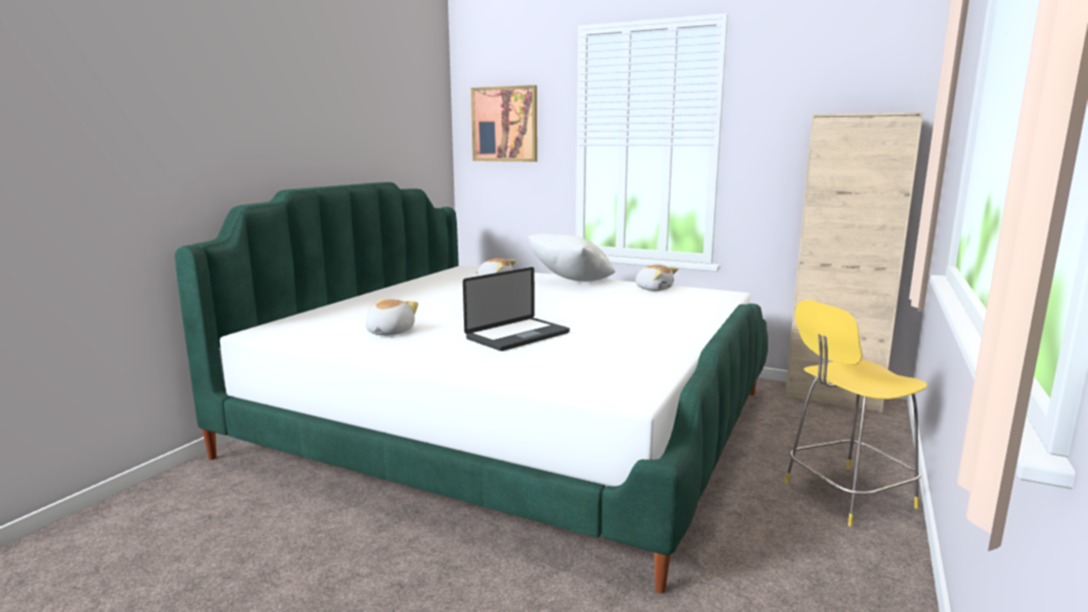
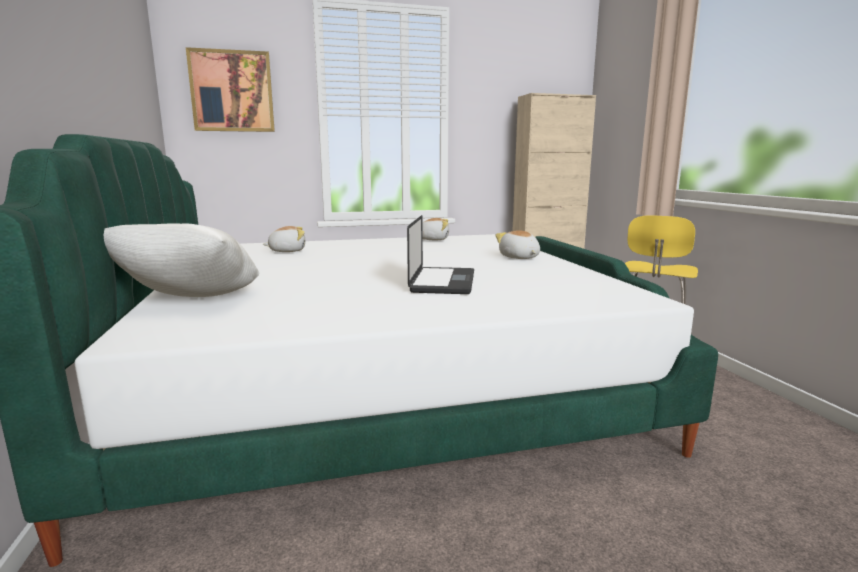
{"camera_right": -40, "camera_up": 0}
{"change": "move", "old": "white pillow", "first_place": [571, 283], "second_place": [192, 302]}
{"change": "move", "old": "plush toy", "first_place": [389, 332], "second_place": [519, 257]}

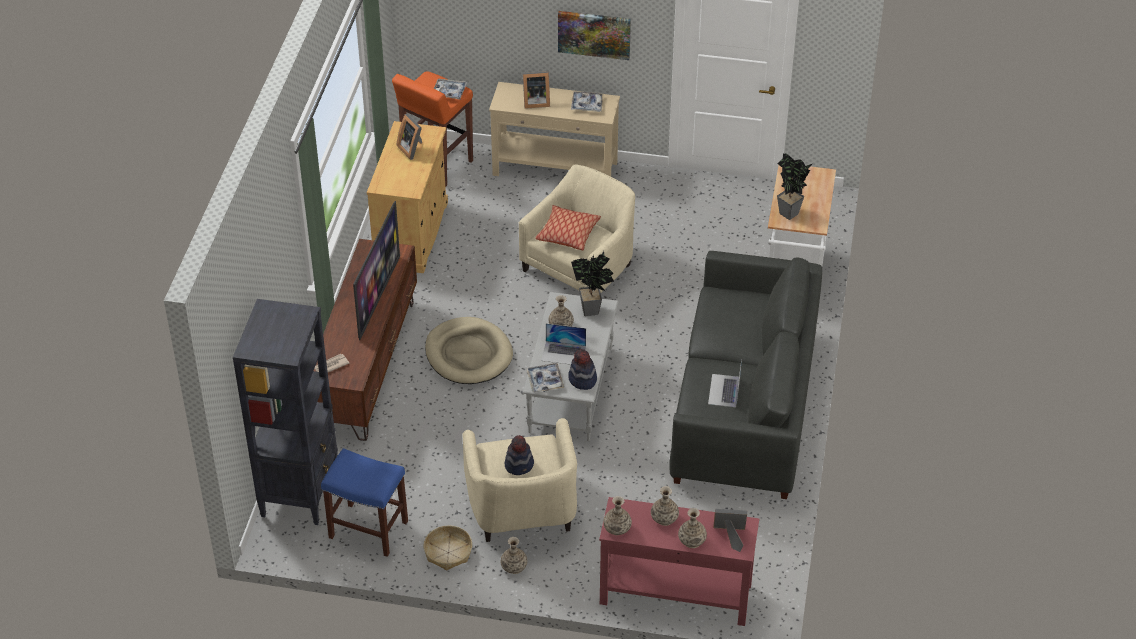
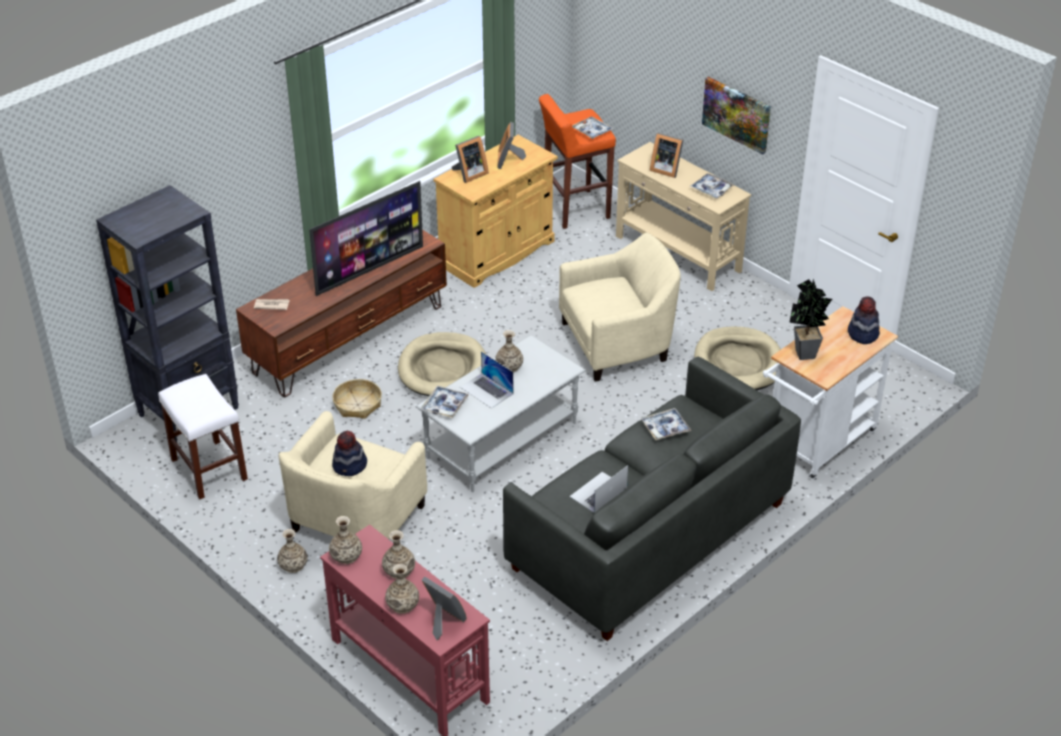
{"camera_right": 35, "camera_up": -5}
{"change": "delete", "old": "pillow", "first_place": [568, 234]}
{"change": "delete", "old": "potted plant", "first_place": [593, 311]}
{"change": "move", "old": "hat", "first_place": [582, 379], "second_place": [862, 334]}
{"change": "recolor", "old": "blue stool", "new": "white stool", "first_place": [367, 529], "second_place": [208, 469]}
{"change": "move", "old": "basket", "first_place": [448, 552], "second_place": [357, 404]}
{"change": "insert", "new": "picture frame", "second_place": [469, 174]}
{"change": "insert", "new": "beige dog bed", "second_place": [738, 363]}
{"change": "insert", "new": "tray", "second_place": [665, 428]}

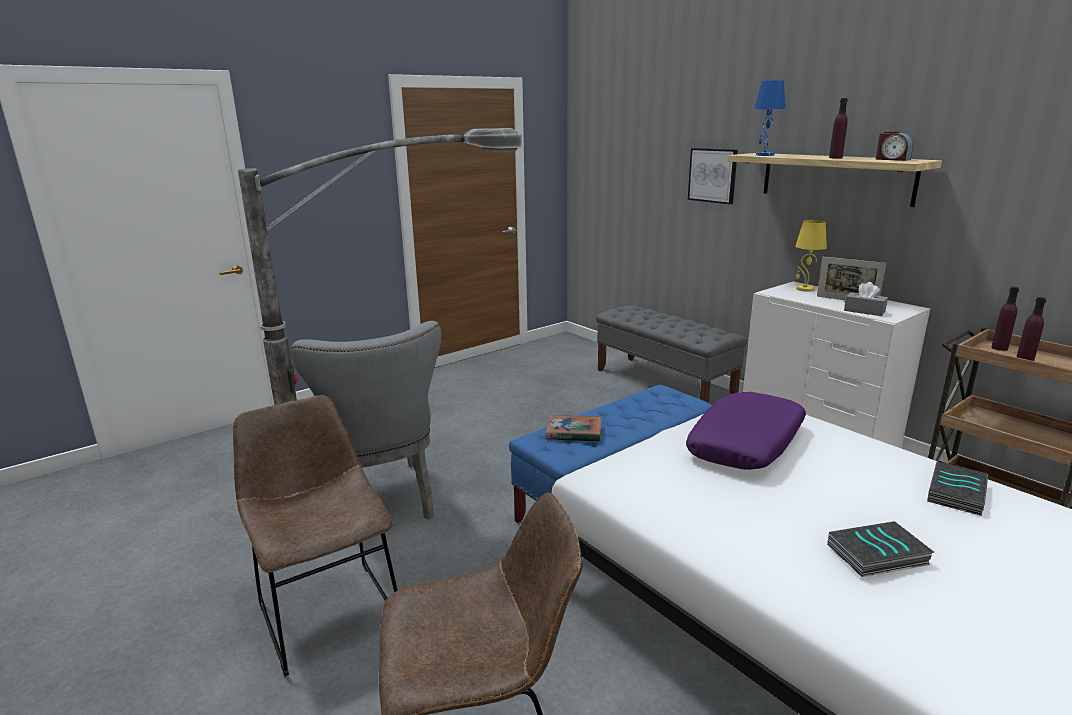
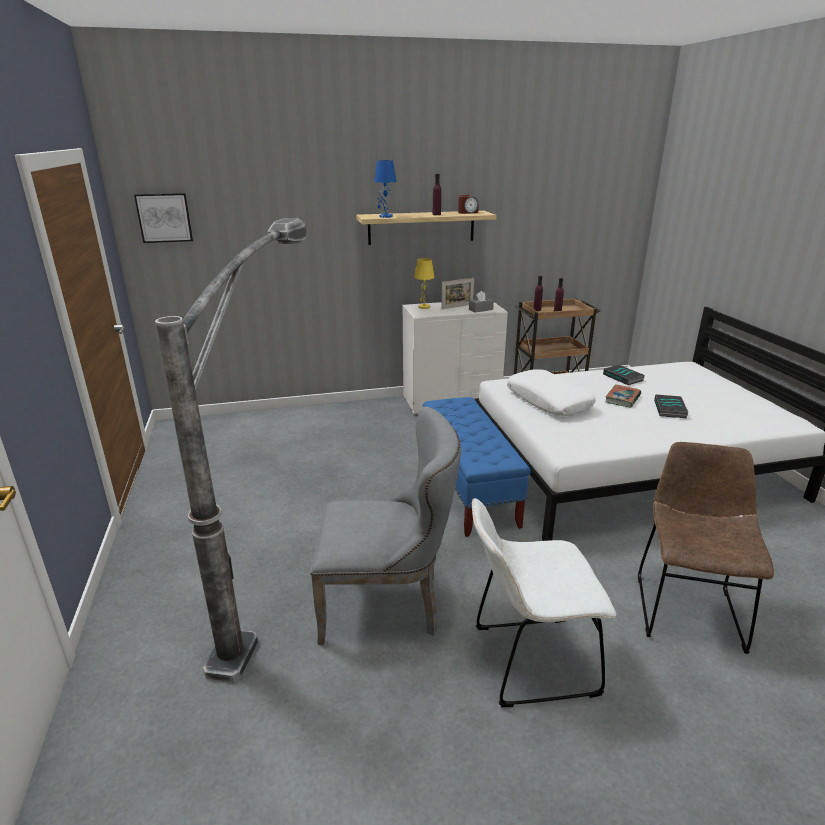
{"camera_right": -65, "camera_up": 5}
{"change": "move", "old": "picture", "first_place": [713, 175], "second_place": [164, 218]}
{"change": "delete", "old": "grey bench", "first_place": [664, 383]}
{"change": "recolor", "old": "purple pillow", "new": "white pillow", "first_place": [747, 444], "second_place": [549, 401]}
{"change": "recolor", "old": "brown chair", "new": "white chair", "first_place": [327, 609], "second_place": [527, 661]}
{"change": "move", "old": "book", "first_place": [574, 432], "second_place": [622, 398]}

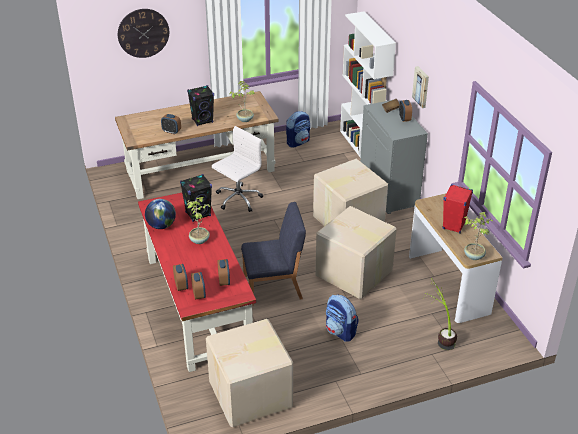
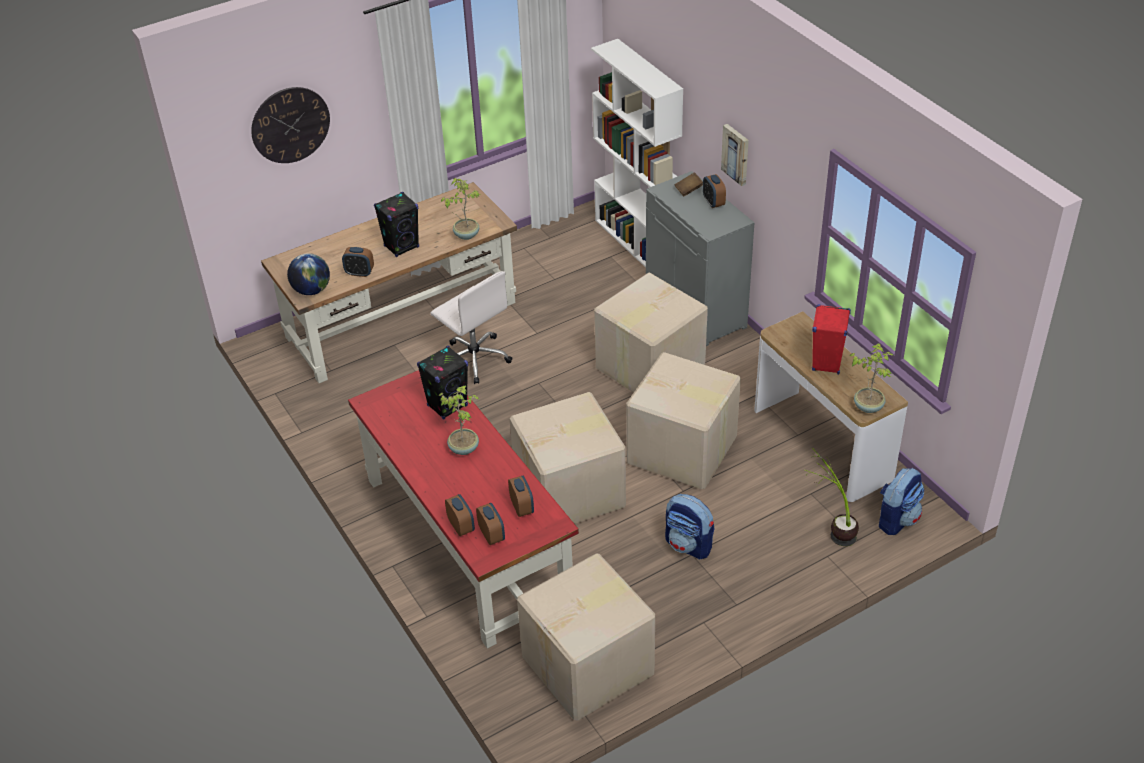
{"camera_right": -10, "camera_up": 5}
{"change": "move", "old": "backpack", "first_place": [298, 142], "second_place": [896, 519]}
{"change": "rotate", "old": "white office chair", "first_place": [238, 199], "second_place": [474, 358], "degrees": 105}
{"change": "move", "old": "globe", "first_place": [161, 226], "second_place": [311, 290]}
{"change": "replace", "old": "blue chair", "new": "cardboard box", "first_place": [273, 287], "second_place": [571, 492]}

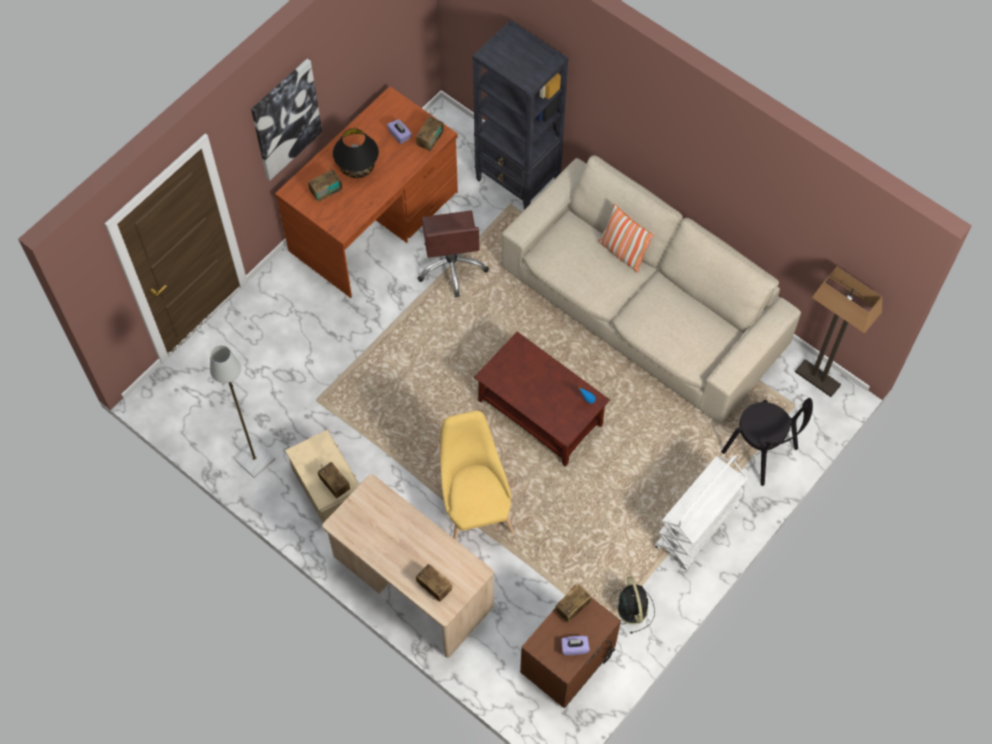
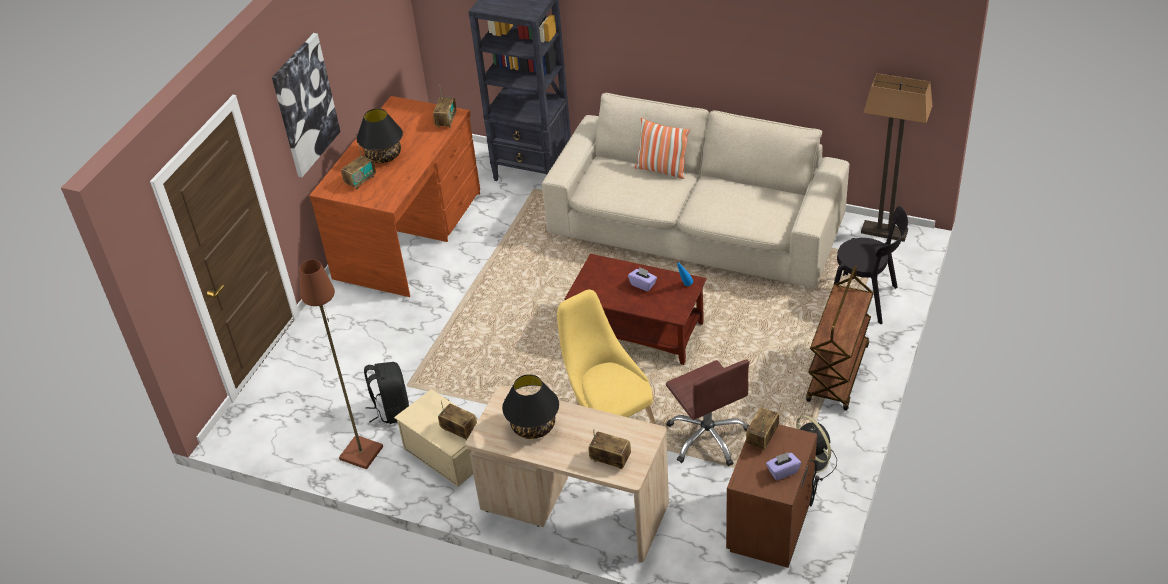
{"camera_right": -15, "camera_up": -20}
{"change": "move", "old": "purple tissue box", "first_place": [400, 135], "second_place": [643, 284]}
{"change": "move", "old": "brown office chair", "first_place": [452, 266], "second_place": [708, 437]}
{"change": "recolor", "old": "grey floor lamp", "new": "brown floor lamp", "first_place": [255, 459], "second_place": [362, 453]}
{"change": "recolor", "old": "white cart", "new": "brown cart", "first_place": [697, 527], "second_place": [838, 374]}
{"change": "insert", "new": "black backpack", "second_place": [391, 410]}
{"change": "insert", "new": "black table lamp", "second_place": [534, 426]}

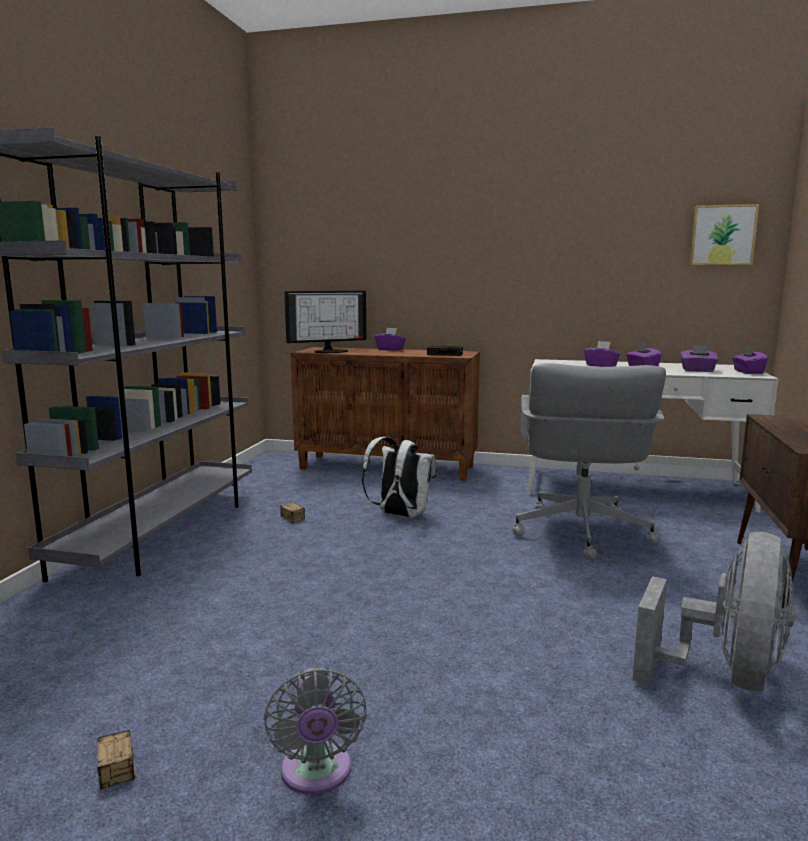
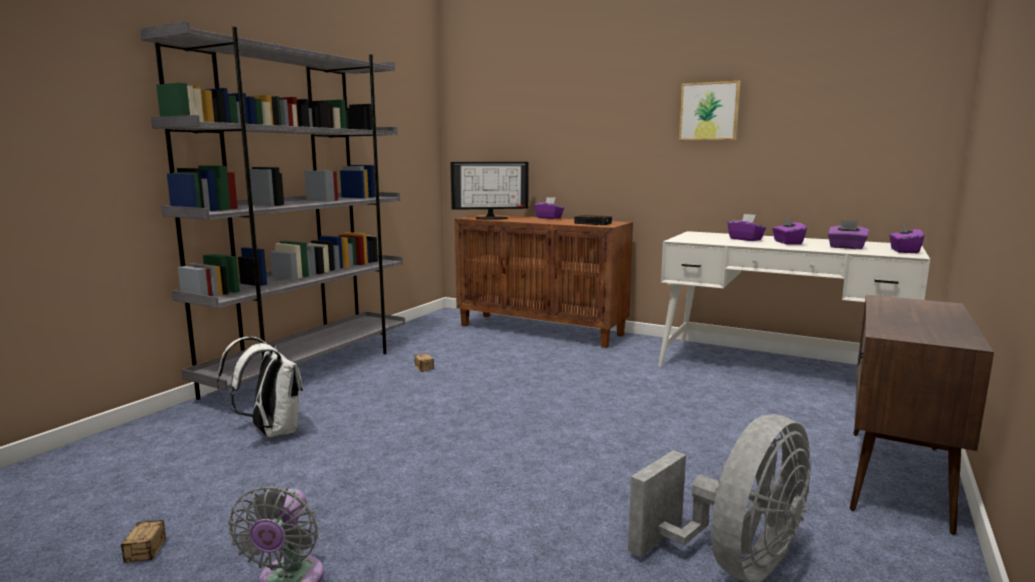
{"camera_right": 15, "camera_up": 0}
{"change": "move", "old": "picture", "first_place": [722, 235], "second_place": [709, 111]}
{"change": "delete", "old": "grey office chair", "first_place": [580, 533]}
{"change": "move", "old": "white backpack", "first_place": [400, 515], "second_place": [271, 432]}

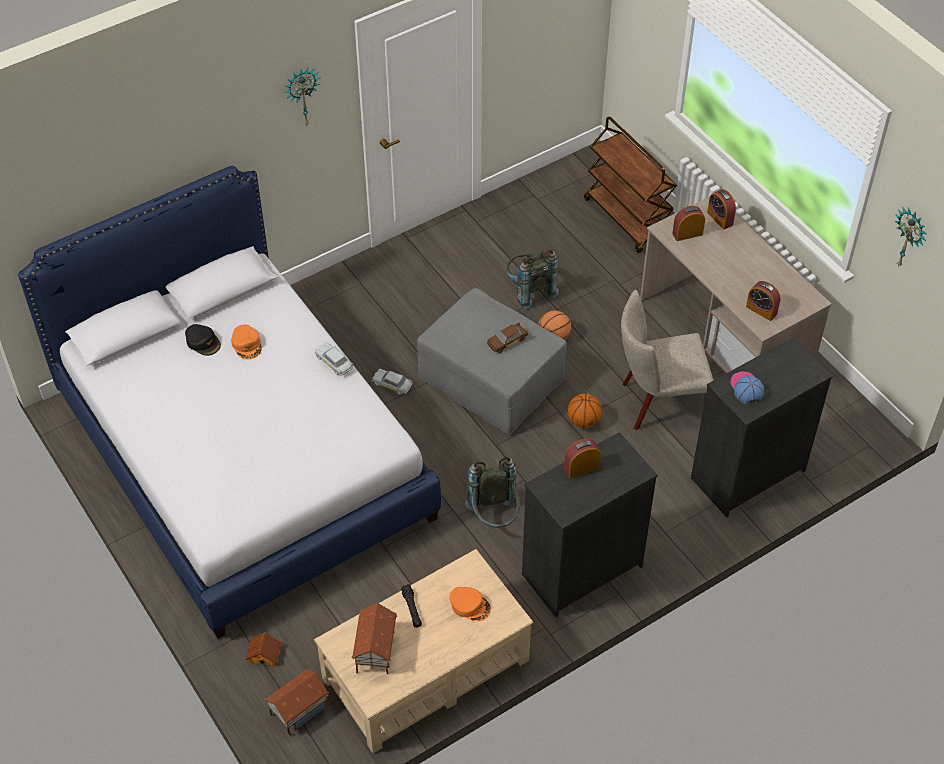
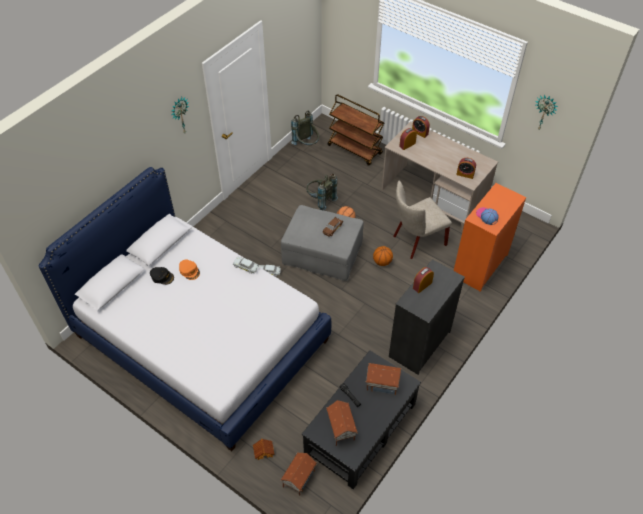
{"camera_right": -20, "camera_up": 0}
{"change": "recolor", "old": "black dresser", "new": "orange dresser", "first_place": [747, 474], "second_place": [479, 265]}
{"change": "move", "old": "grey backpack", "first_place": [494, 517], "second_place": [306, 145]}
{"change": "recolor", "old": "beige coffee table", "new": "black coffee table", "first_place": [424, 669], "second_place": [359, 428]}
{"change": "replace", "old": "orange cap", "new": "toy house", "first_place": [470, 605], "second_place": [382, 384]}

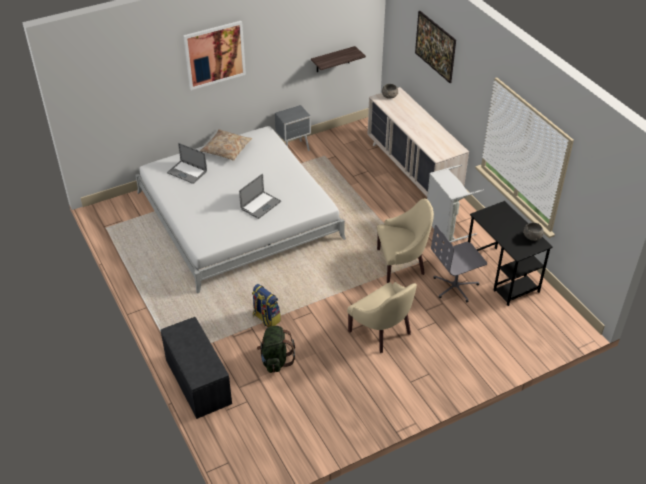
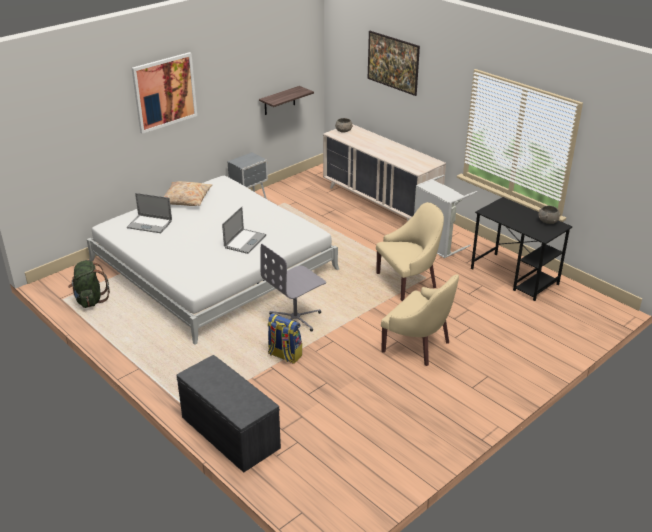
{"camera_right": -15, "camera_up": -10}
{"change": "move", "old": "grey office chair", "first_place": [455, 286], "second_place": [296, 319]}
{"change": "move", "old": "green backpack", "first_place": [275, 360], "second_place": [90, 300]}

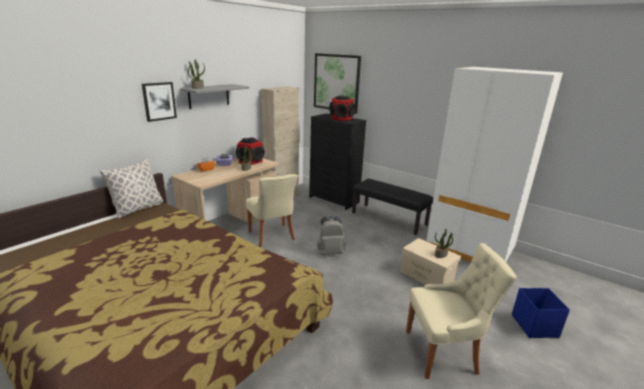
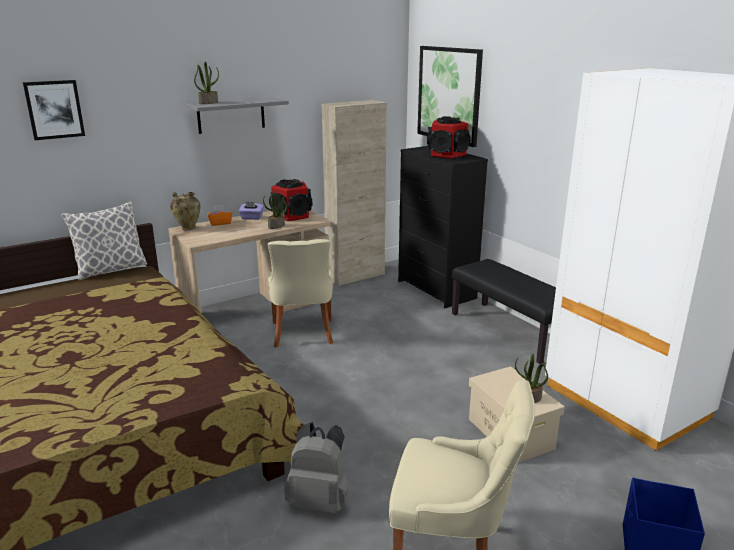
{"camera_right": 20, "camera_up": 0}
{"change": "move", "old": "picture", "first_place": [159, 101], "second_place": [54, 109]}
{"change": "move", "old": "grey backpack", "first_place": [330, 252], "second_place": [319, 502]}
{"change": "insert", "new": "beige vase", "second_place": [188, 228]}

